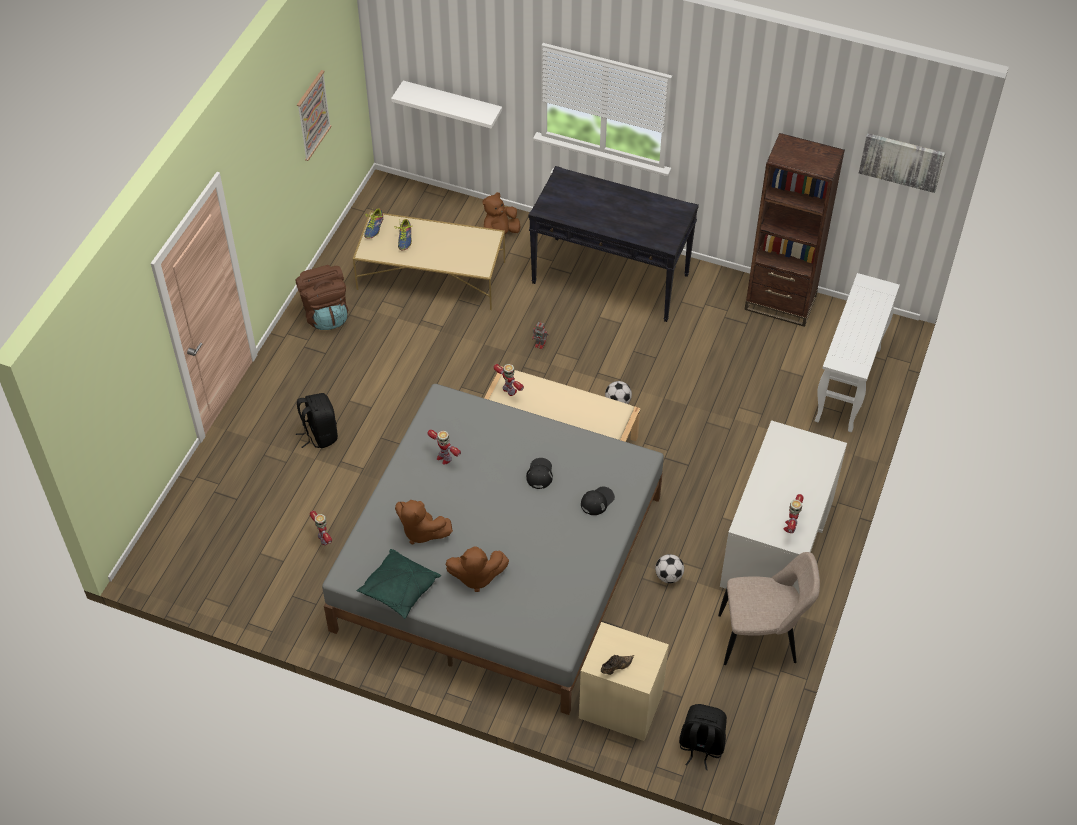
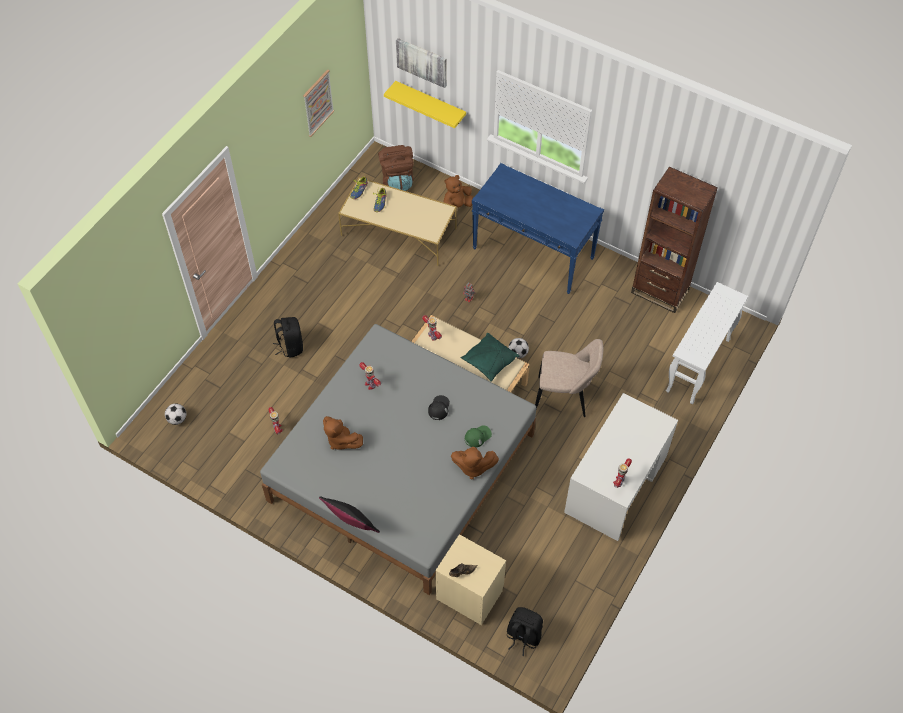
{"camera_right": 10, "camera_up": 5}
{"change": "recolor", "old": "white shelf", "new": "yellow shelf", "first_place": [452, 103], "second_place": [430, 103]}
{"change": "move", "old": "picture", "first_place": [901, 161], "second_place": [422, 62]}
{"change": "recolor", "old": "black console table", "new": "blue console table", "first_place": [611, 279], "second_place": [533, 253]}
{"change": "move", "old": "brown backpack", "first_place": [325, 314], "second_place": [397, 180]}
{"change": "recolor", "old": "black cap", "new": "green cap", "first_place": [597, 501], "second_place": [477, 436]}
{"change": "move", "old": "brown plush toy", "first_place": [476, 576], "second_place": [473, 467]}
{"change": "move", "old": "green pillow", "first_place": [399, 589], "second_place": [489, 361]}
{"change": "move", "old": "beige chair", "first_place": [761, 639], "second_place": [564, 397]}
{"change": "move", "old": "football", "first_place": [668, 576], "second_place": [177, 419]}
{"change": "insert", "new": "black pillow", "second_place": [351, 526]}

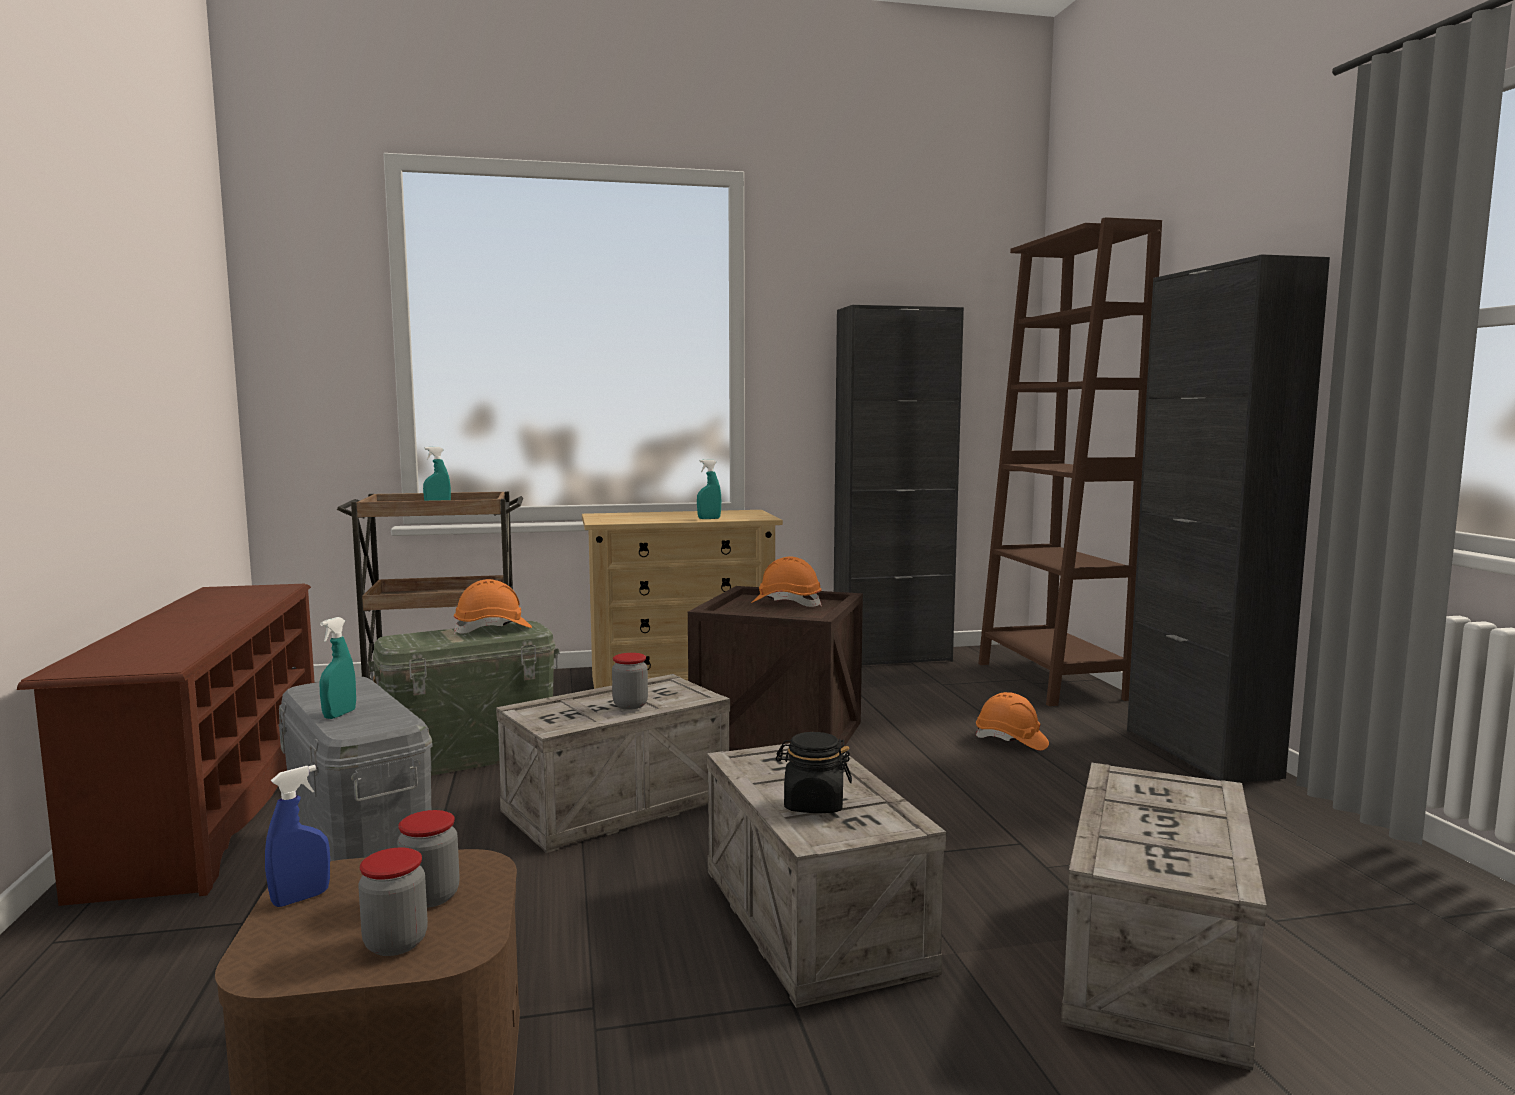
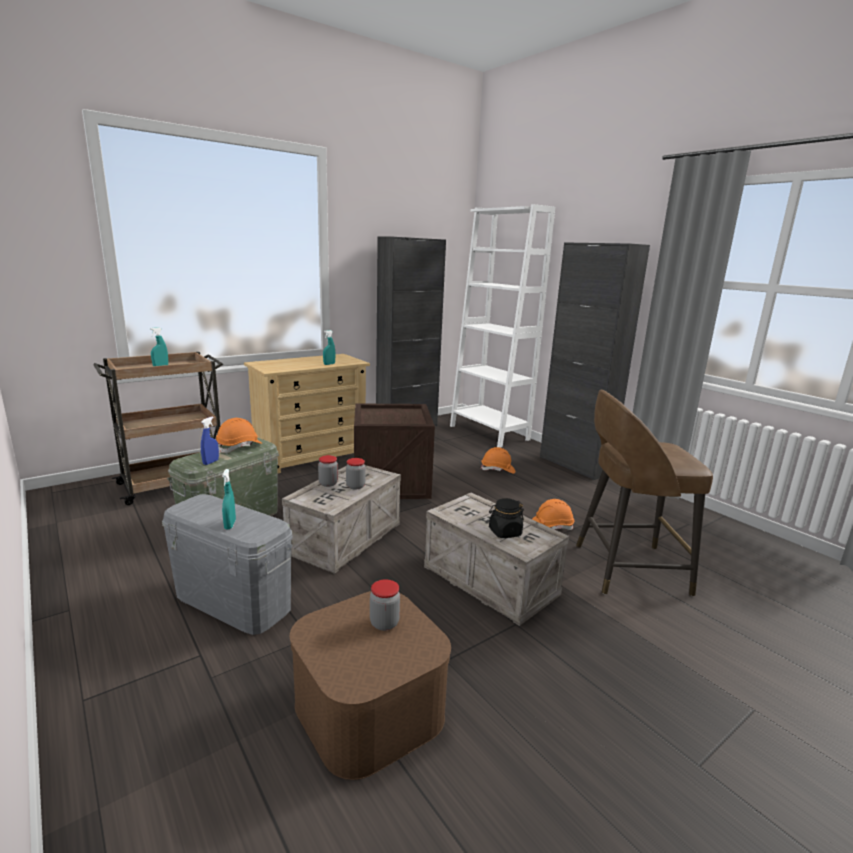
{"camera_right": -25, "camera_up": 10}
{"change": "recolor", "old": "brown bookcase", "new": "white bookcase", "first_place": [1051, 681], "second_place": [489, 433]}
{"change": "move", "old": "orange hard hat", "first_place": [786, 604], "second_place": [551, 526]}
{"change": "delete", "old": "brown shoe rack", "first_place": [210, 806]}
{"change": "replace", "old": "crate", "new": "brown stool", "first_place": [1153, 959], "second_place": [627, 568]}
{"change": "move", "old": "blue spray bottle", "first_place": [301, 898], "second_place": [211, 462]}
{"change": "move", "old": "jar", "first_place": [395, 943], "second_place": [328, 483]}

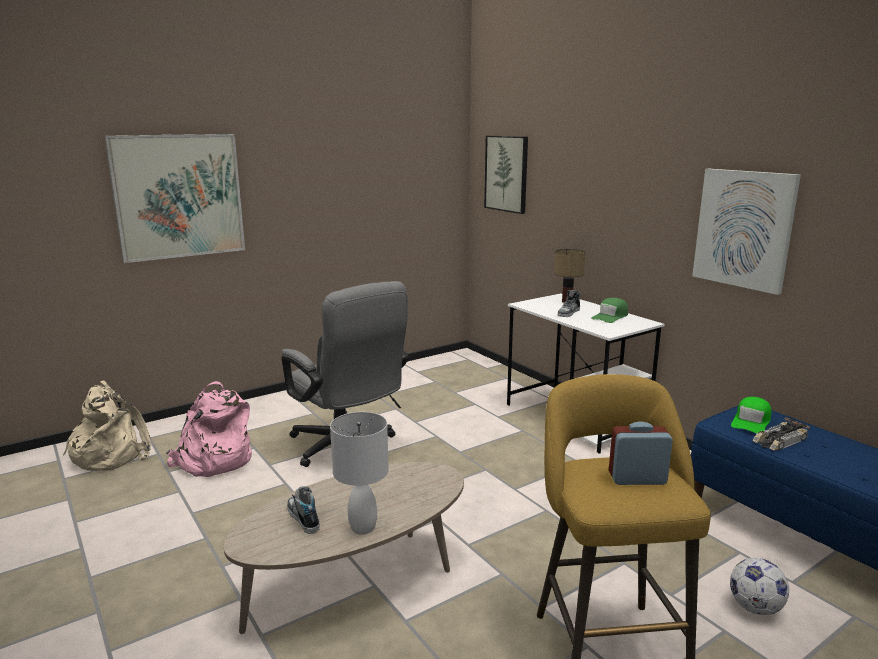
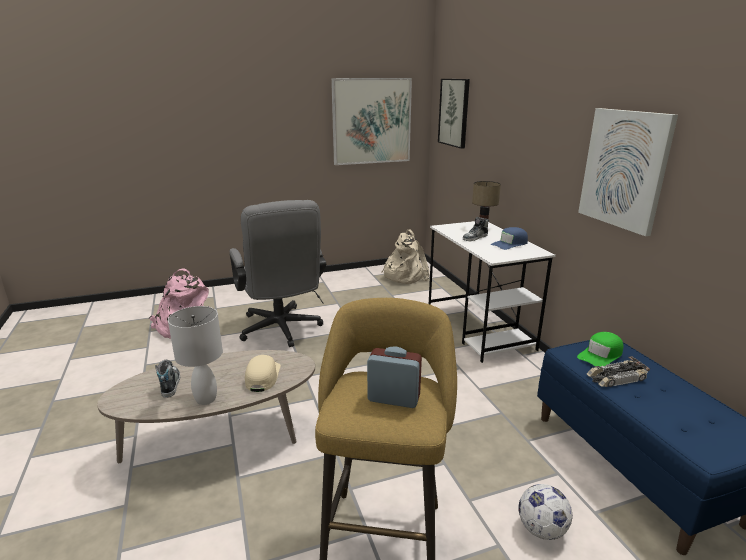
{"camera_right": 15, "camera_up": 5}
{"change": "move", "old": "picture", "first_place": [179, 196], "second_place": [371, 121]}
{"change": "recolor", "old": "green cap", "new": "blue cap", "first_place": [610, 316], "second_place": [510, 244]}
{"change": "move", "old": "beige backpack", "first_place": [111, 454], "second_place": [404, 276]}
{"change": "insert", "new": "beige cap", "second_place": [262, 376]}

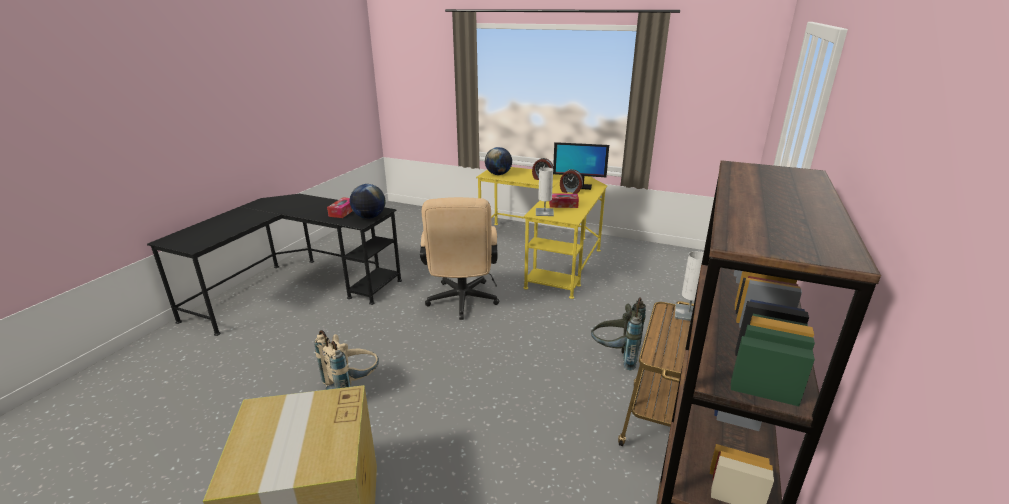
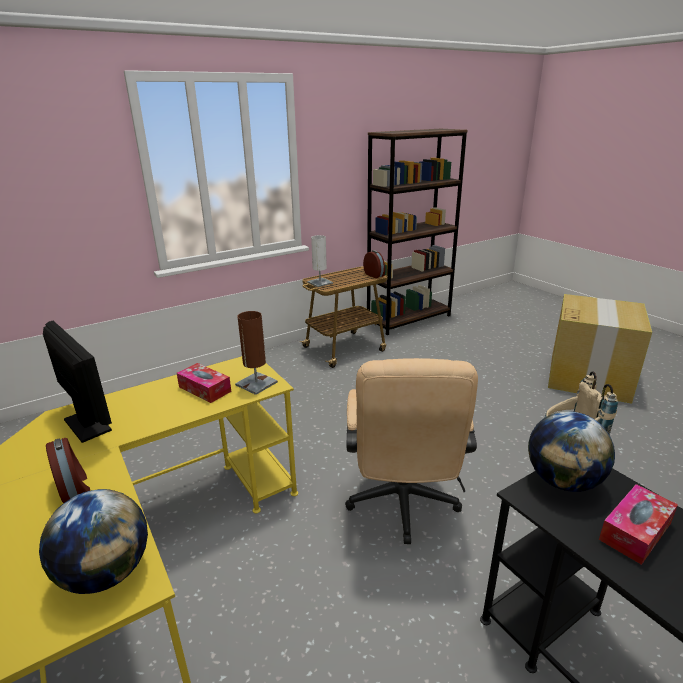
{"camera_right": -145, "camera_up": 0}
{"change": "recolor", "old": "white table lamp", "new": "brown table lamp", "first_place": [544, 212], "second_place": [256, 383]}
{"change": "move", "old": "alarm clock", "first_place": [570, 191], "second_place": [374, 275]}
{"change": "rotate", "old": "beige office chair", "first_place": [462, 303], "second_place": [402, 505], "degrees": 150}
{"change": "delete", "old": "grey backpack", "first_place": [615, 356]}

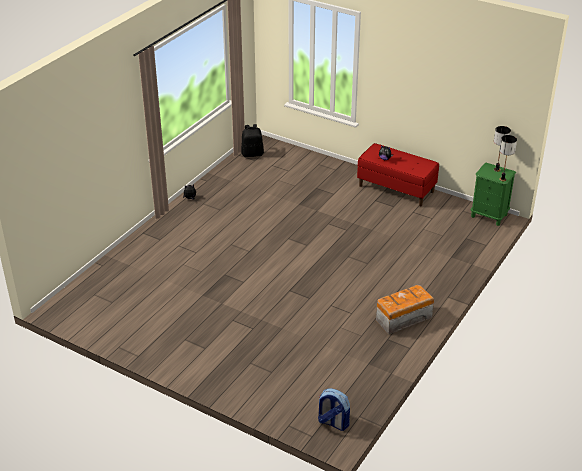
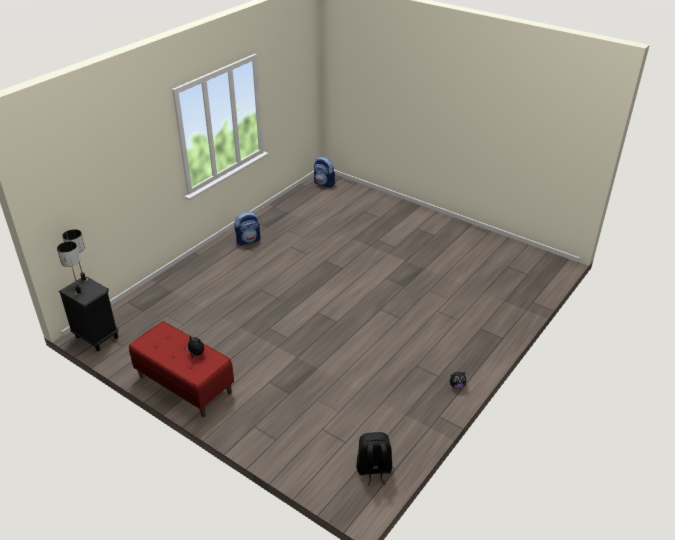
{"camera_right": -175, "camera_up": 0}
{"change": "recolor", "old": "green nightstand", "new": "black nightstand", "first_place": [489, 215], "second_place": [96, 337]}
{"change": "replace", "old": "storage box", "new": "backpack", "first_place": [402, 318], "second_place": [248, 240]}

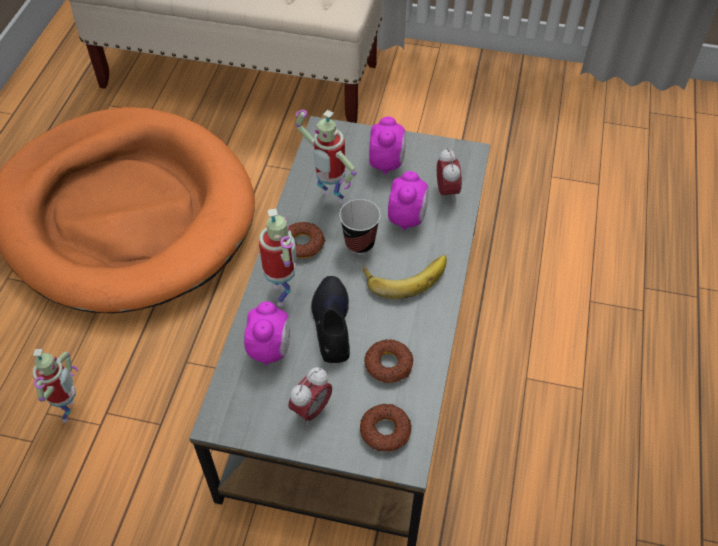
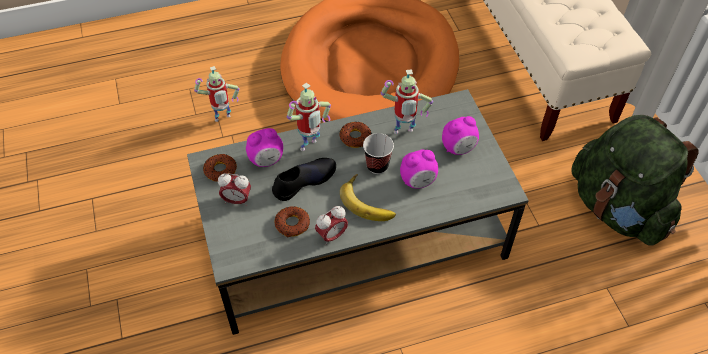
{"camera_right": 60, "camera_up": 0}
{"change": "rotate", "old": "toy robot", "first_place": [330, 198], "second_place": [403, 133], "degrees": -105}
{"change": "move", "old": "alarm clock", "first_place": [446, 192], "second_place": [332, 235]}
{"change": "move", "old": "donut", "first_place": [385, 430], "second_place": [220, 170]}
{"change": "insert", "new": "green backpack", "second_place": [617, 208]}

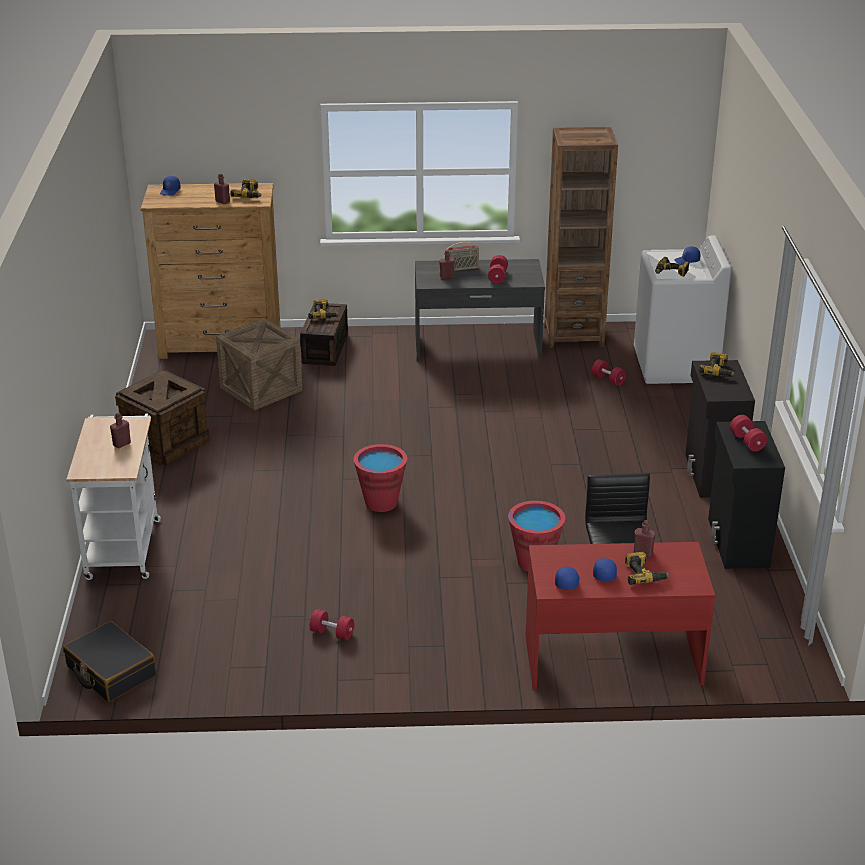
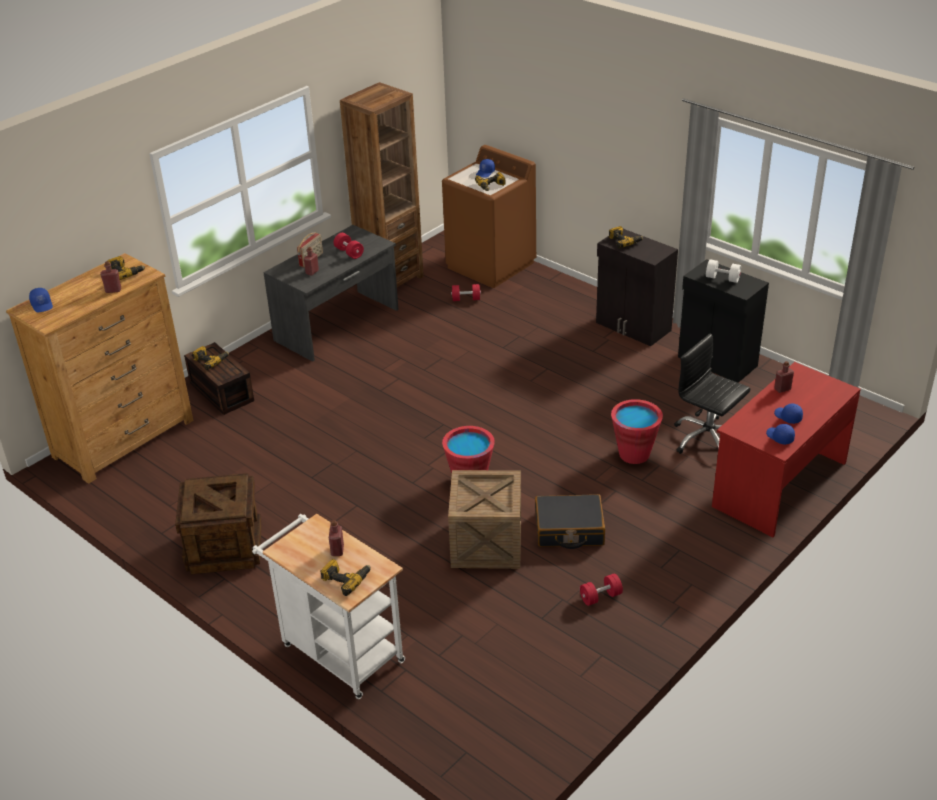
{"camera_right": -45, "camera_up": 5}
{"change": "recolor", "old": "white washing machine", "new": "brown washing machine", "first_place": [675, 366], "second_place": [491, 265]}
{"change": "move", "old": "crate", "first_place": [261, 389], "second_place": [486, 544]}
{"change": "recolor", "old": "red dumbbell", "new": "white dumbbell", "first_place": [747, 442], "second_place": [722, 278]}
{"change": "move", "old": "power drill", "first_place": [643, 574], "second_place": [346, 579]}
{"change": "move", "old": "black suitcase", "first_place": [111, 671], "second_place": [569, 530]}

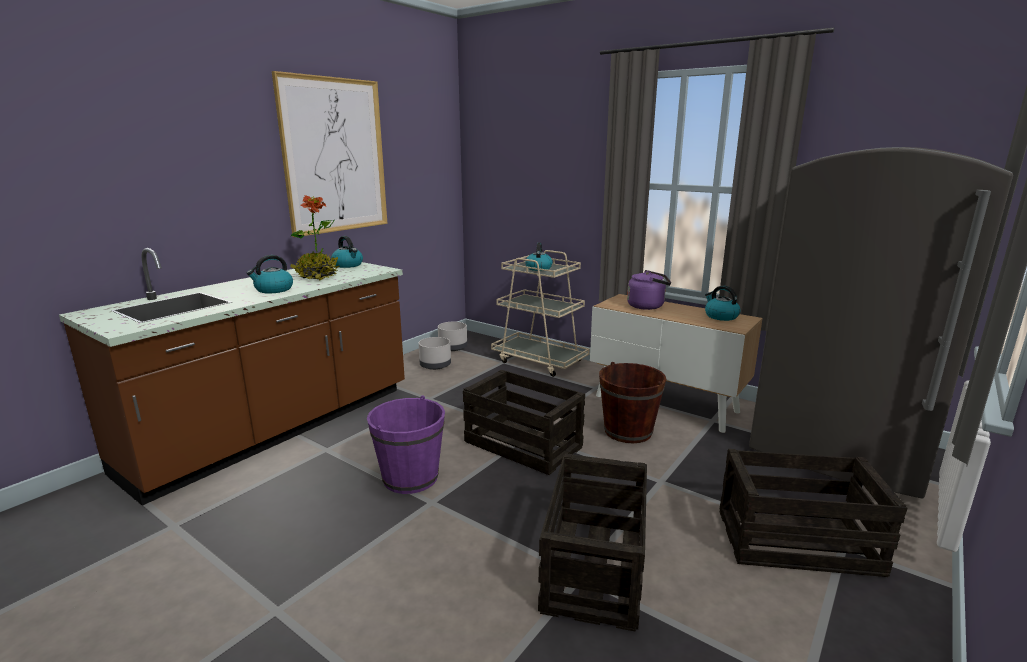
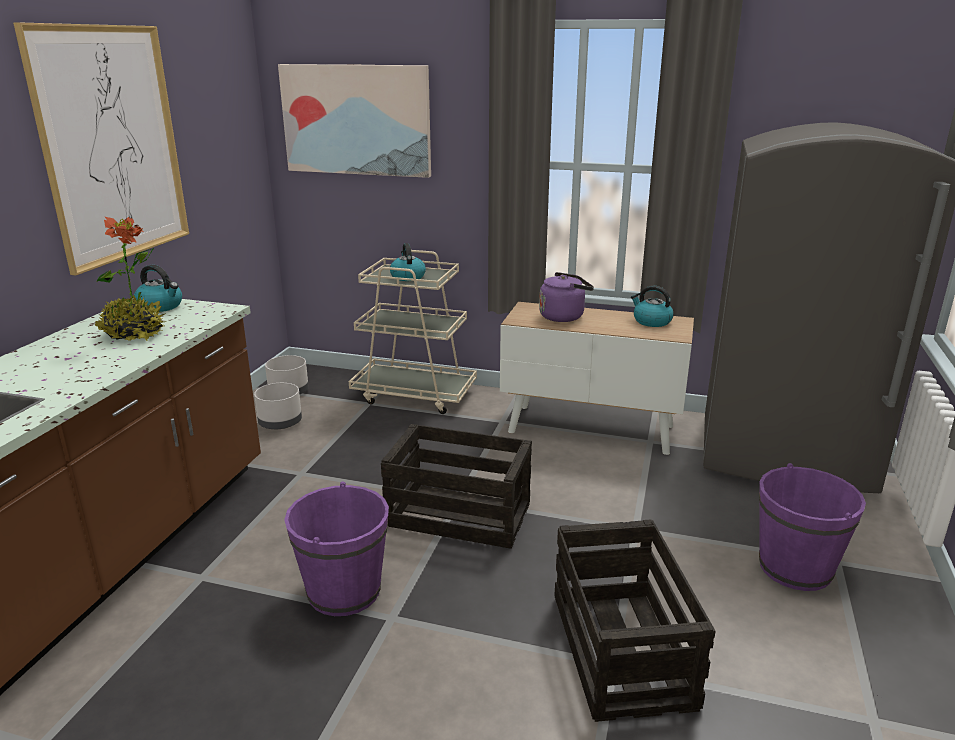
{"camera_right": -20, "camera_up": 5}
{"change": "delete", "old": "kettle", "first_place": [273, 290]}
{"change": "delete", "old": "brown bucket", "first_place": [628, 431]}
{"change": "replace", "old": "crate", "new": "purple bucket", "first_place": [795, 542], "second_place": [795, 568]}
{"change": "insert", "new": "picture", "second_place": [356, 120]}

